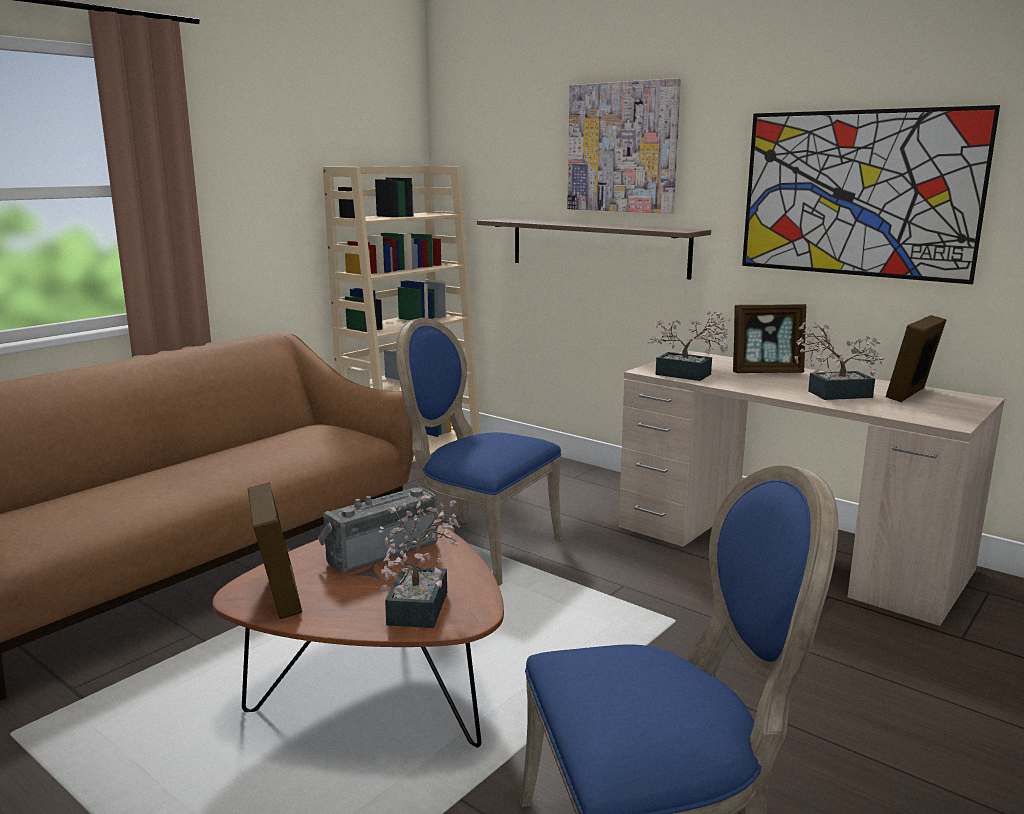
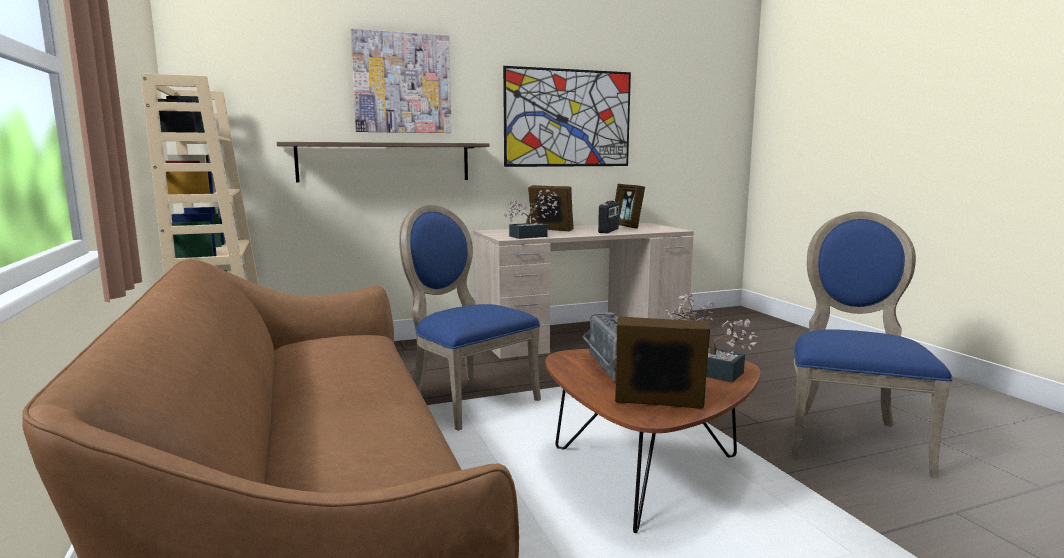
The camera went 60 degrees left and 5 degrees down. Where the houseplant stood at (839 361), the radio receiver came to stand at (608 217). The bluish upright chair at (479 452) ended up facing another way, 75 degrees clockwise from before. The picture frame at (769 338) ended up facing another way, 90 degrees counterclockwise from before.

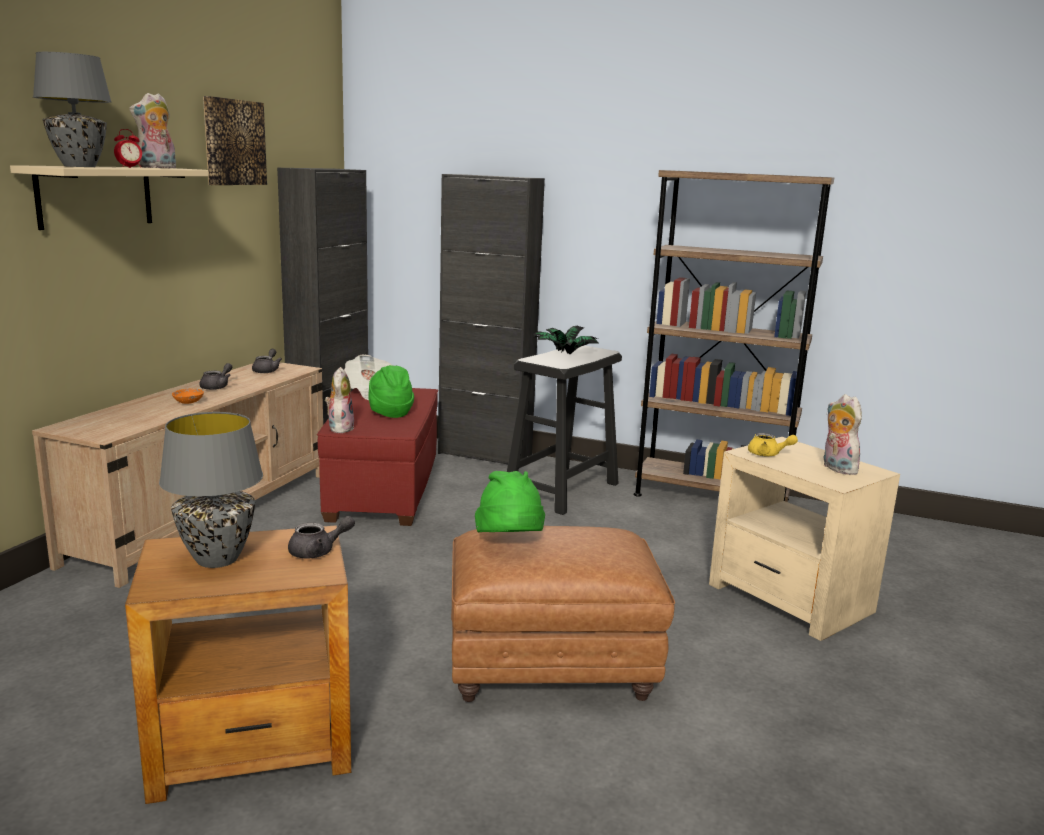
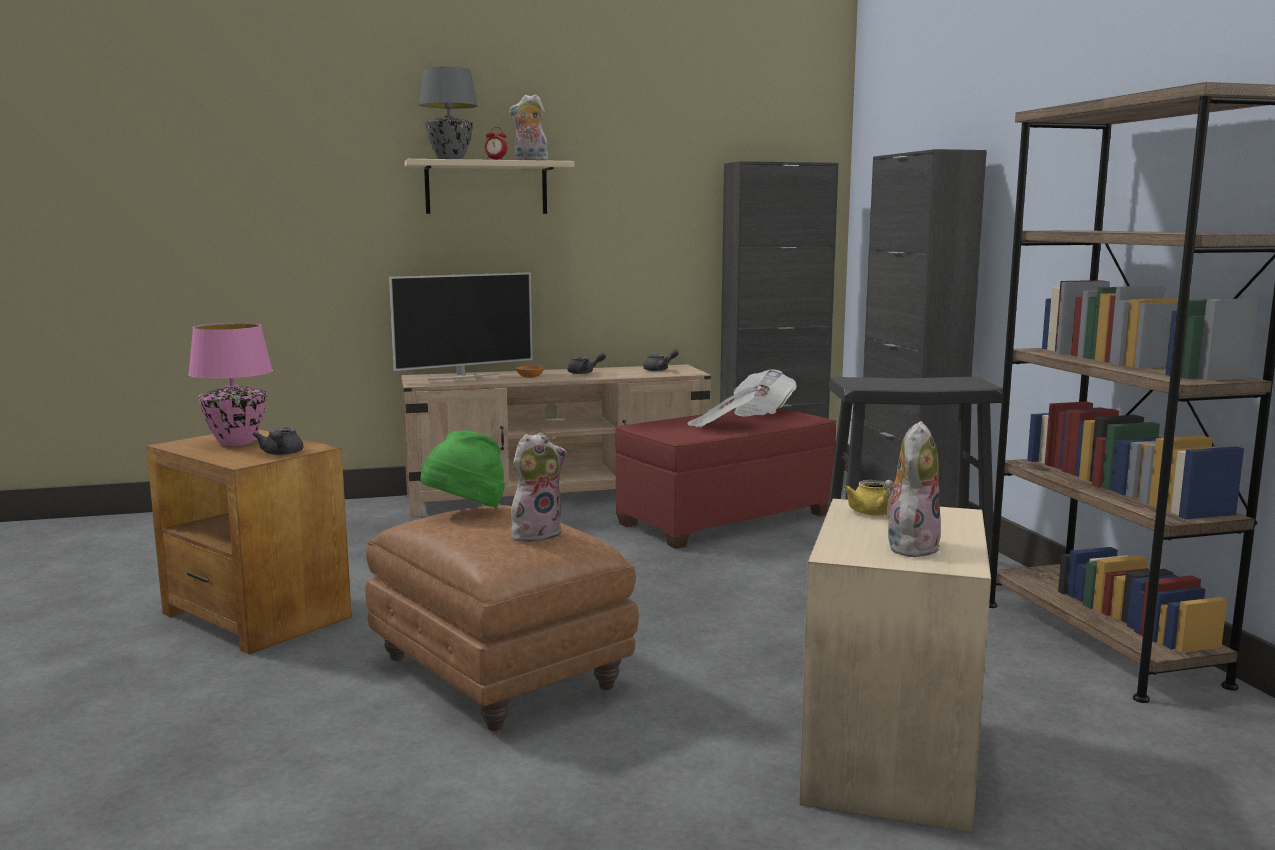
The camera went 55 degrees right and 5 degrees down. The second view lost the wall picture at (235 140). The second view lost the houseplant at (565 340). The second view gained the television at (460 326). The soft toy ended up elsewhere, having gone from (339 400) to (539 487). Where the green hat stood at (391 391), the daily paper came to stand at (724 406). What was the grey lamp for a table at (211 490) turned into the pinkish lamp for a table at (230 384). The grey tea pot at (321 537) ended up facing another way, 45 degrees clockwise from before.

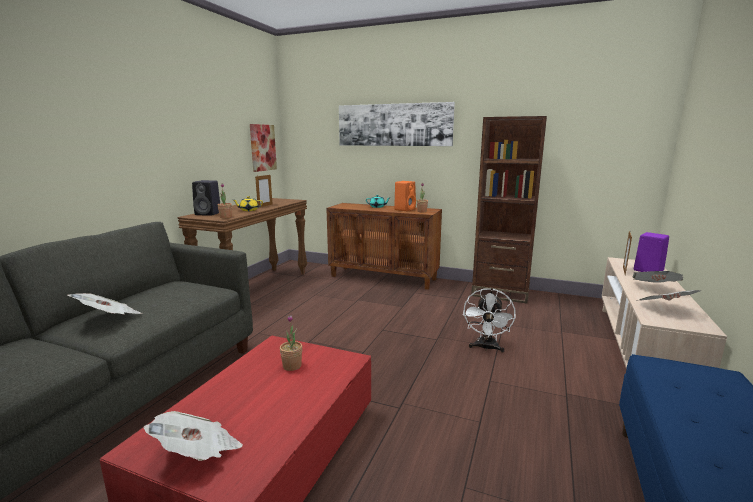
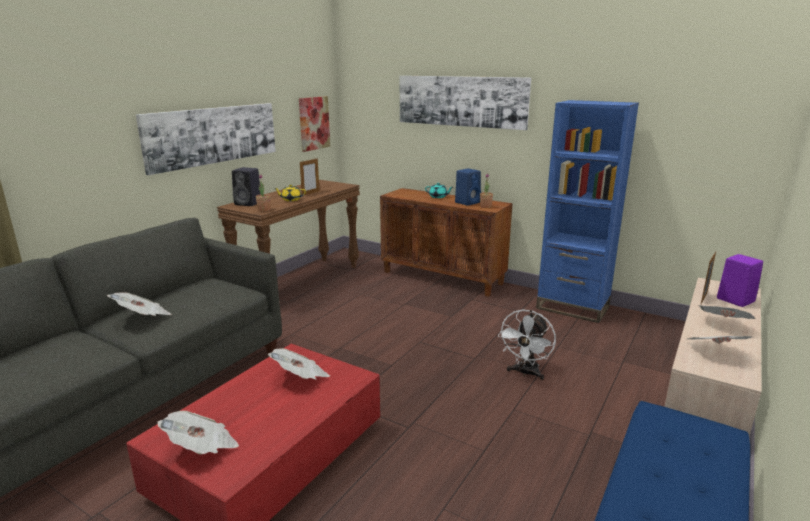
The camera went 10 degrees right and 5 degrees up. The second view gained the wall picture at (206 139). Where the houseplant stood at (291 343), the daily paper came to stand at (299 363). What was the orangey speaker at (405 196) turned into the bluish speaker at (468 187). What was the brown-coloured shelving unit at (509 209) turned into the bluish shelving unit at (587 211).

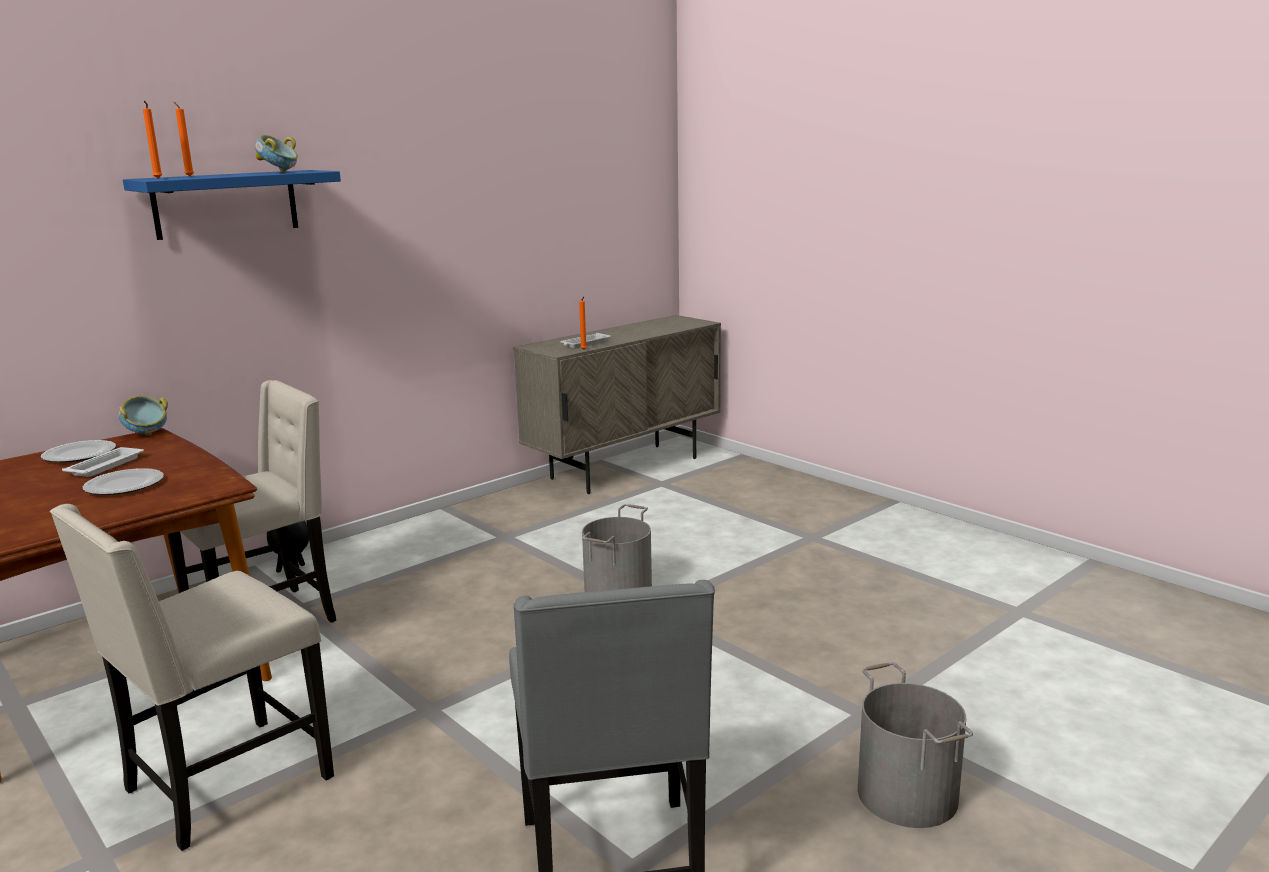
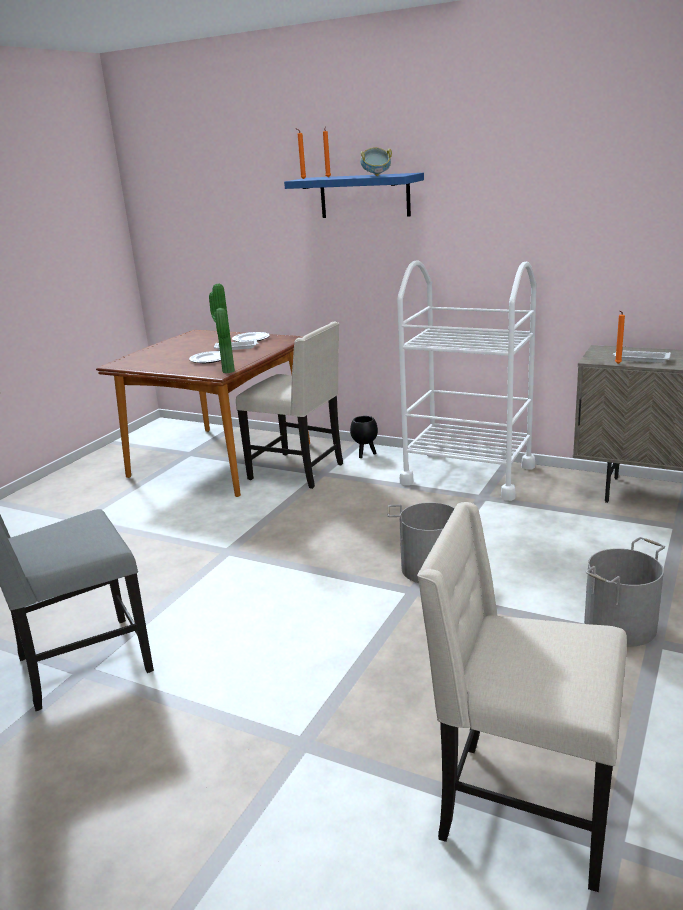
The camera went 70 degrees right and 5 degrees up. The second view lost the bowl at (143 415). The second view gained the houseplant at (222 328). The second view gained the whitish trolley at (467 381). The beige upright chair ended up elsewhere, having gone from (192 677) to (522 697). The grey pail ended up elsewhere, having gone from (915 745) to (624 592).

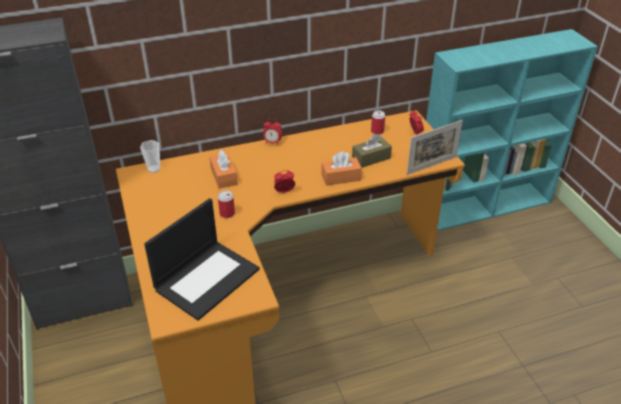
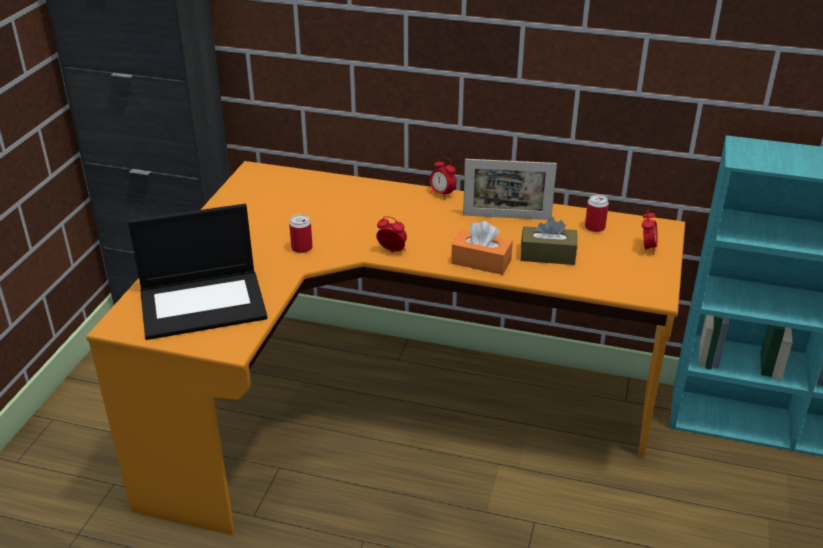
The camera went 35 degrees right and 5 degrees down. The second view lost the small cup at (150 156). The second view lost the orangey tissue holder at (223 169). The picture frame ended up elsewhere, having gone from (435 147) to (510 189).

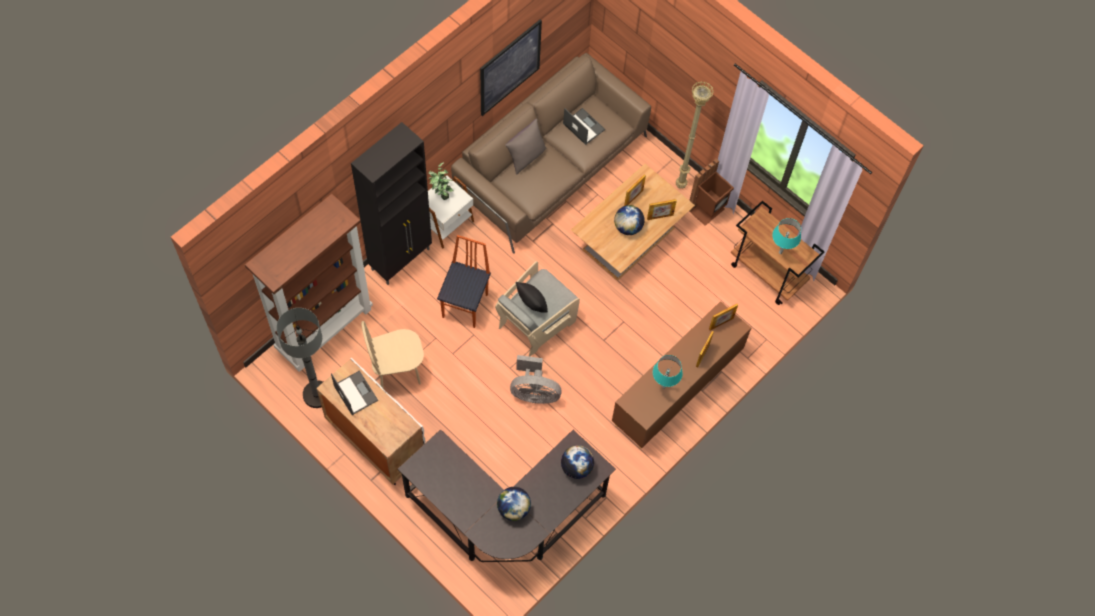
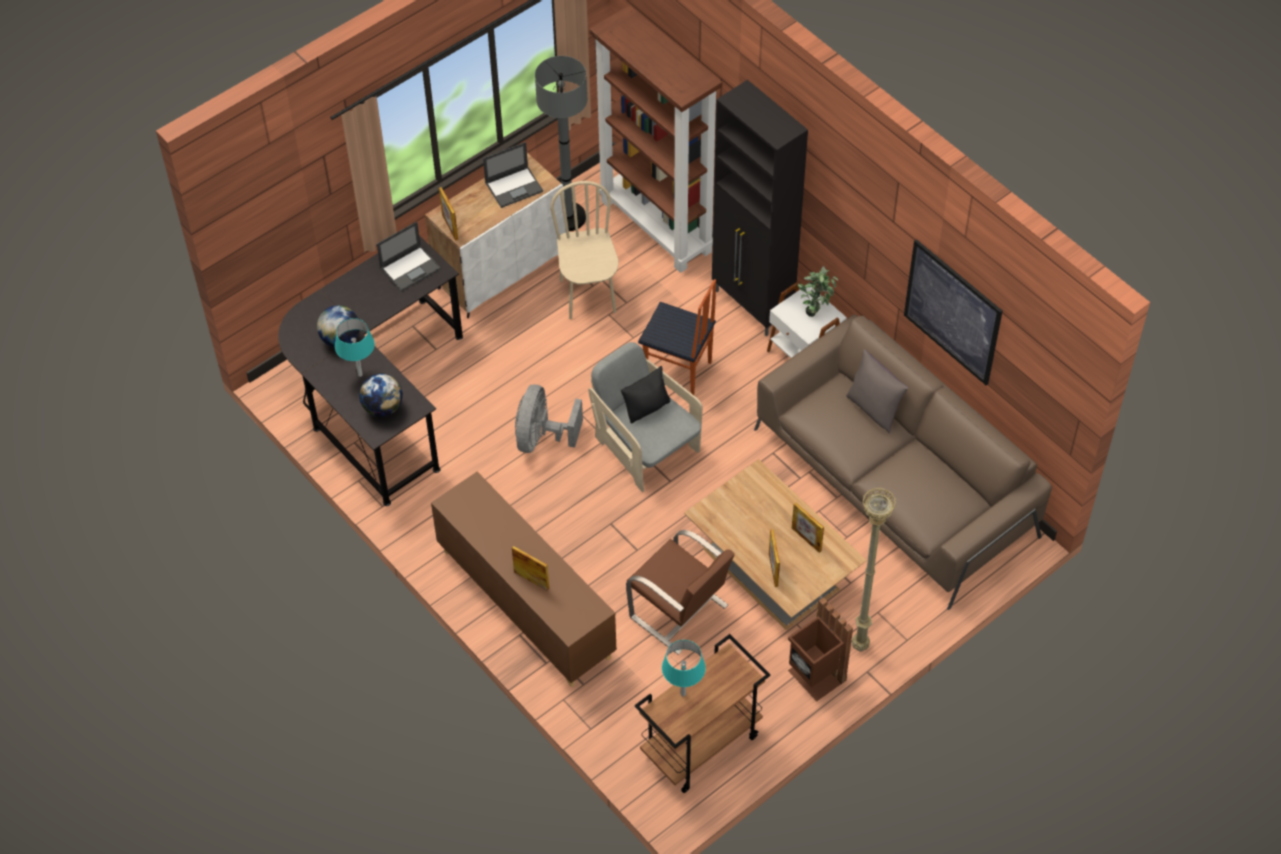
The camera went 100 degrees right and 10 degrees down. The second view lost the globe at (629 220). The second view gained the brown-coloured upright chair at (680 592). The portable computer ended up elsewhere, having gone from (584 126) to (409 256). The blue-green lamp for a table ended up elsewhere, having gone from (668 372) to (355 347). The picture frame ended up elsewhere, having gone from (723 317) to (448 214).

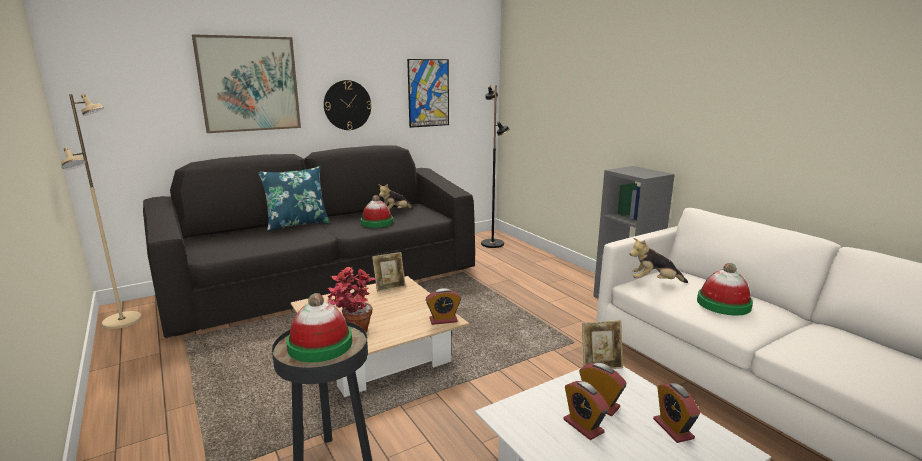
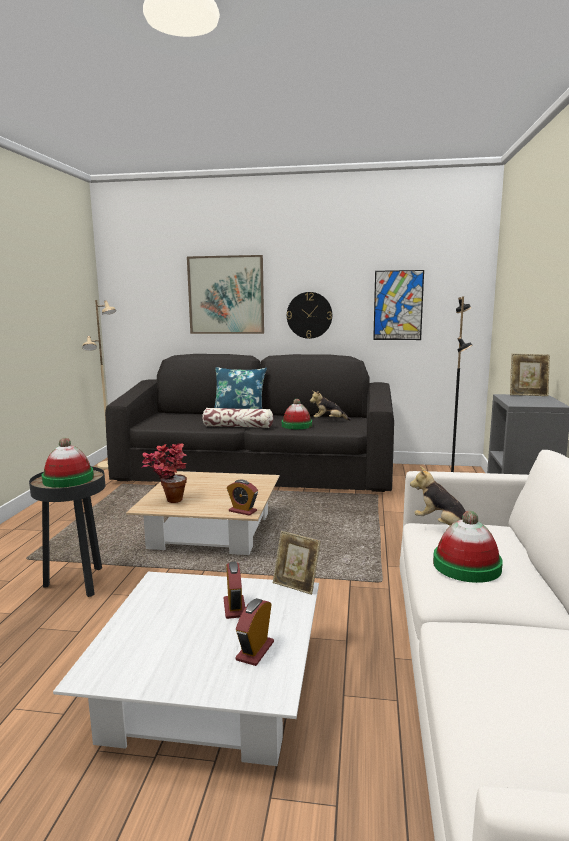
The camera went 40 degrees right and 5 degrees down. The second view lost the alarm clock at (586 410). The second view gained the throw pillow at (237 418). The picture frame ended up elsewhere, having gone from (389 272) to (530 375).

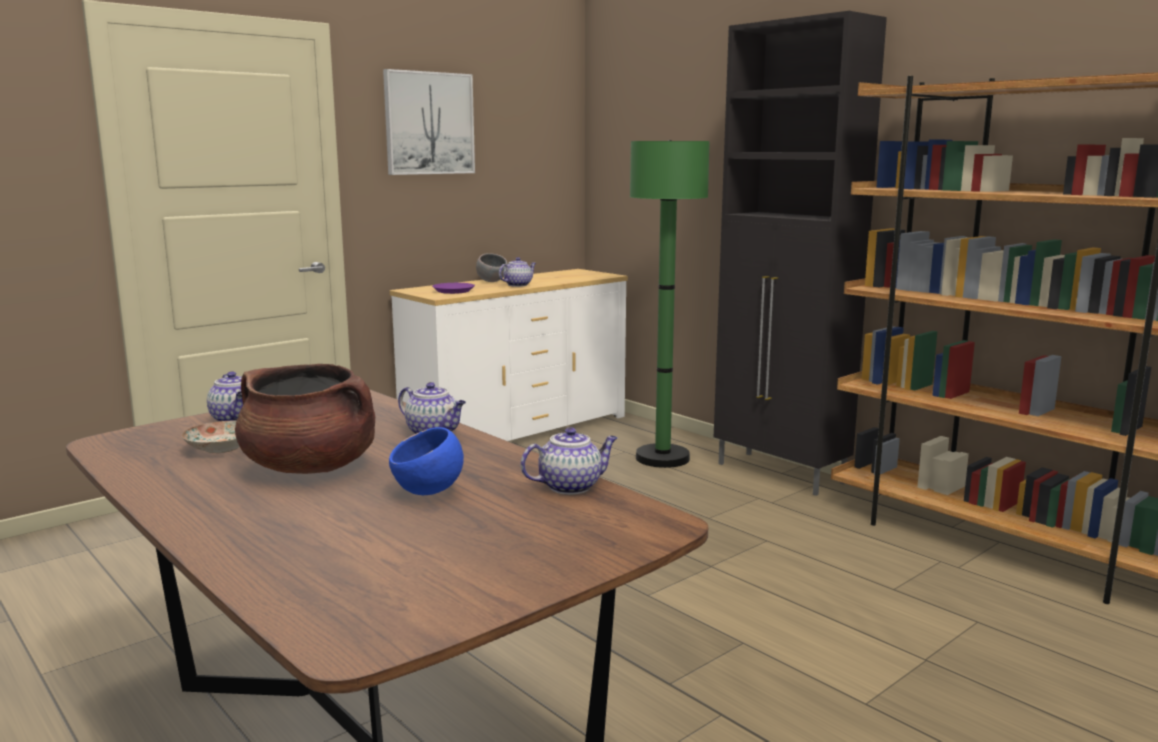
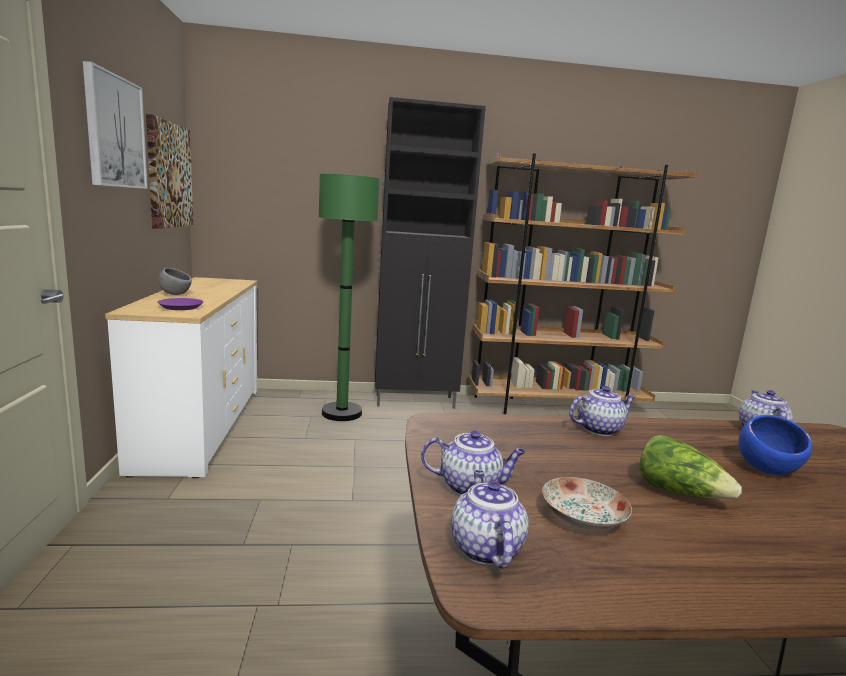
The camera went 55 degrees left and 0 degrees up. The second view gained the wall picture at (169 171). The tea pot ended up elsewhere, having gone from (517 272) to (490 519). Where the brown-coloured cooking pot stood at (305 419), the lettuce head came to stand at (690 467).

